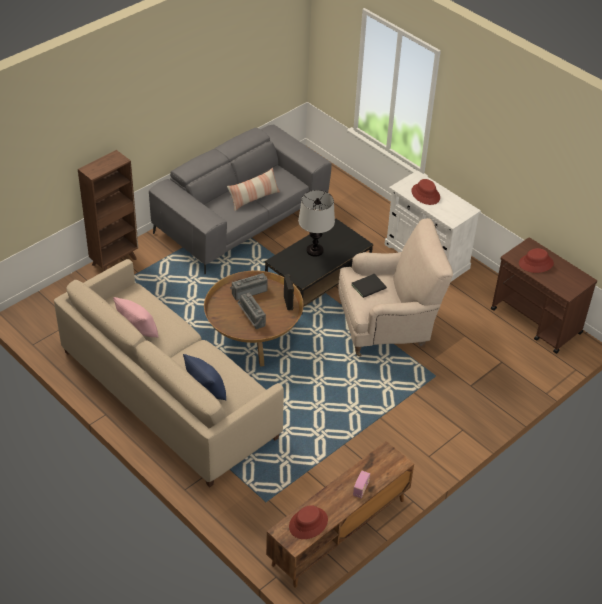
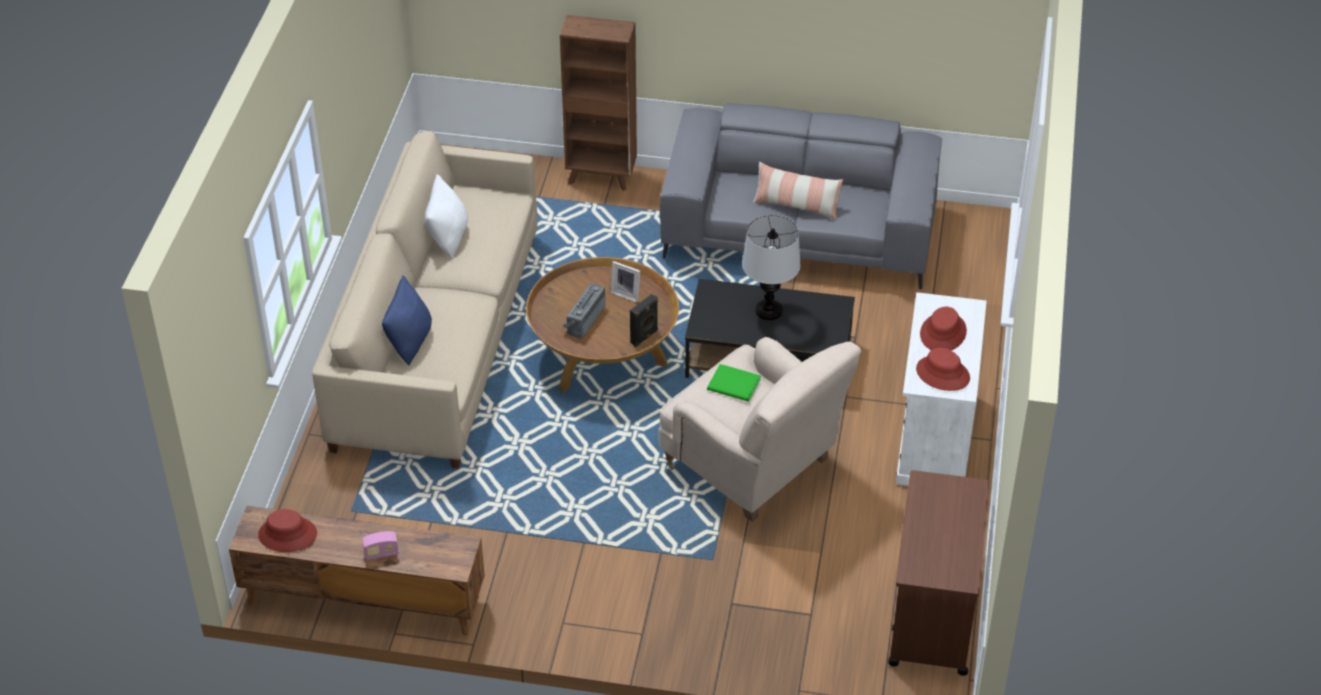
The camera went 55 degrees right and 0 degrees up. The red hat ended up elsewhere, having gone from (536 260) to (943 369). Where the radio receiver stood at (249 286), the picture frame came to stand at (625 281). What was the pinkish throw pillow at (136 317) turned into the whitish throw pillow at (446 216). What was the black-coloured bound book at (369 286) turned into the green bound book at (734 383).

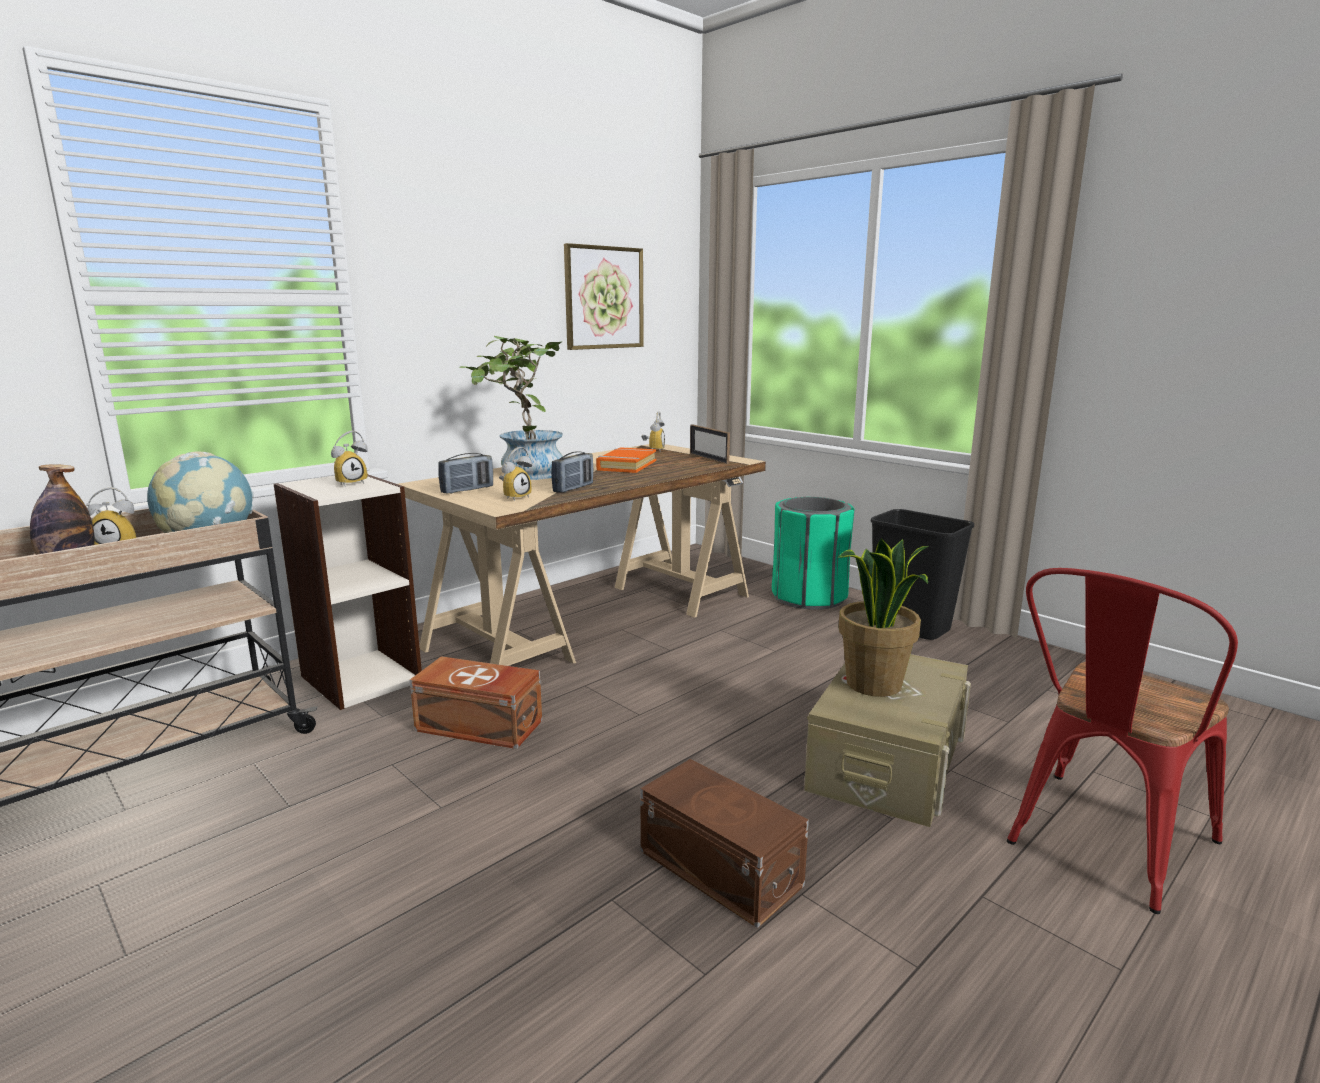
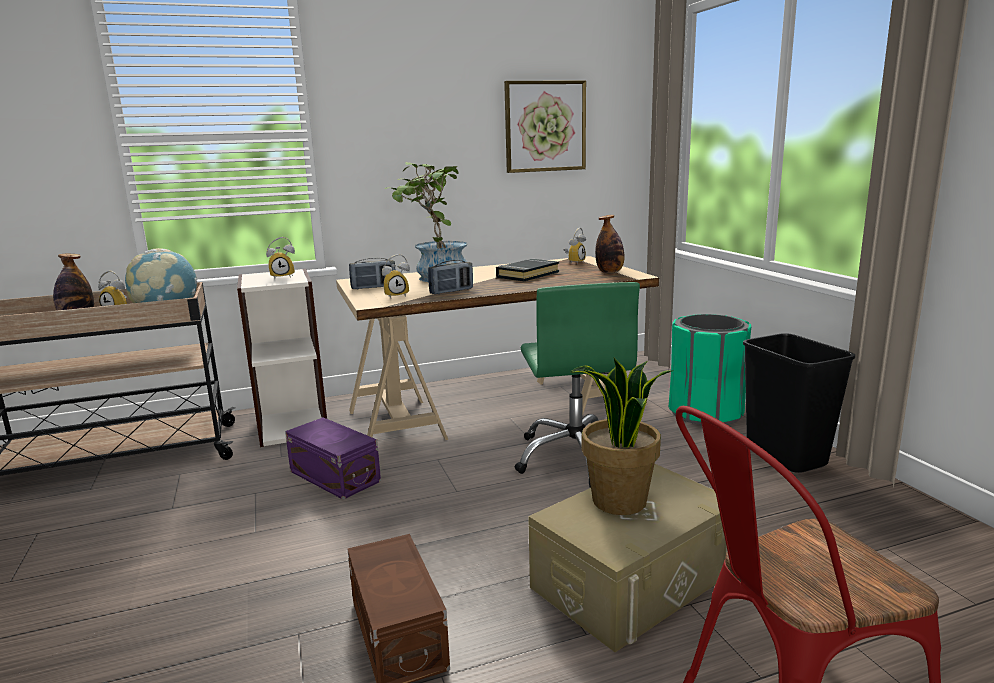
The camera went 25 degrees right and 0 degrees up. The second view gained the green computer chair at (577 385). Where the picture frame stood at (710 444), the bottle came to stand at (609 244). What was the brown-coloured storage box at (475 702) turned into the purple storage box at (333 458). What was the orangey bound book at (626 460) turned into the black-coloured bound book at (527 270).

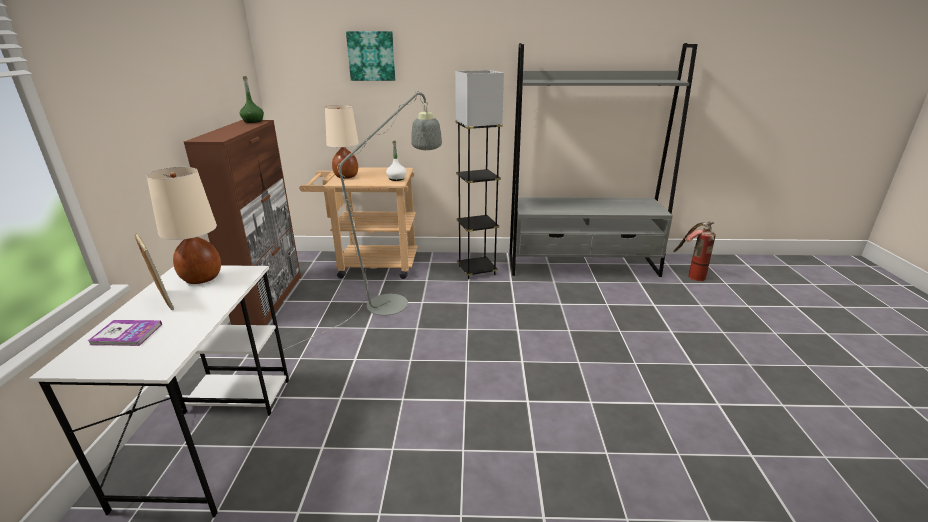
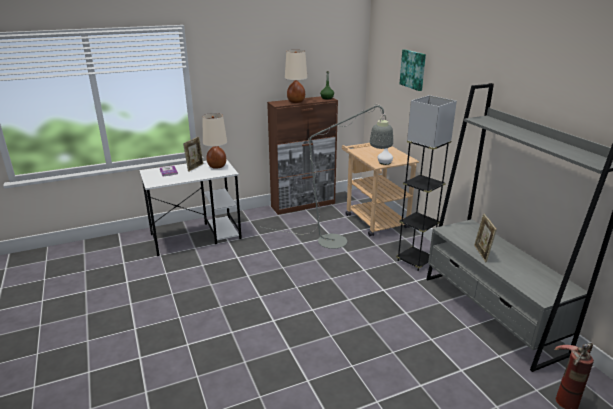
The camera went 65 degrees right and 0 degrees up. The second view gained the picture frame at (485 237). The beige lamp for a table ended up elsewhere, having gone from (342 142) to (296 76).

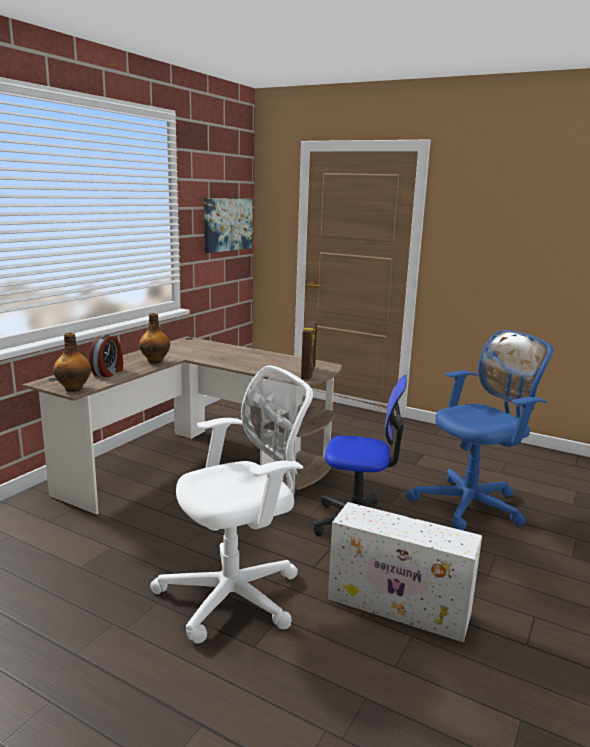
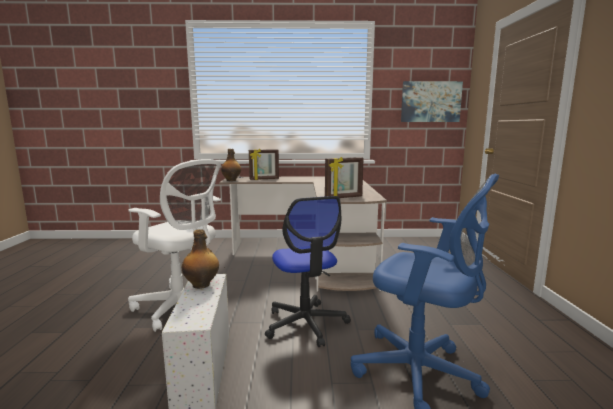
The camera went 60 degrees right and 5 degrees down. The bottle ended up elsewhere, having gone from (154 338) to (200 259). Where the alarm clock stood at (106 355), the picture frame came to stand at (264 164).

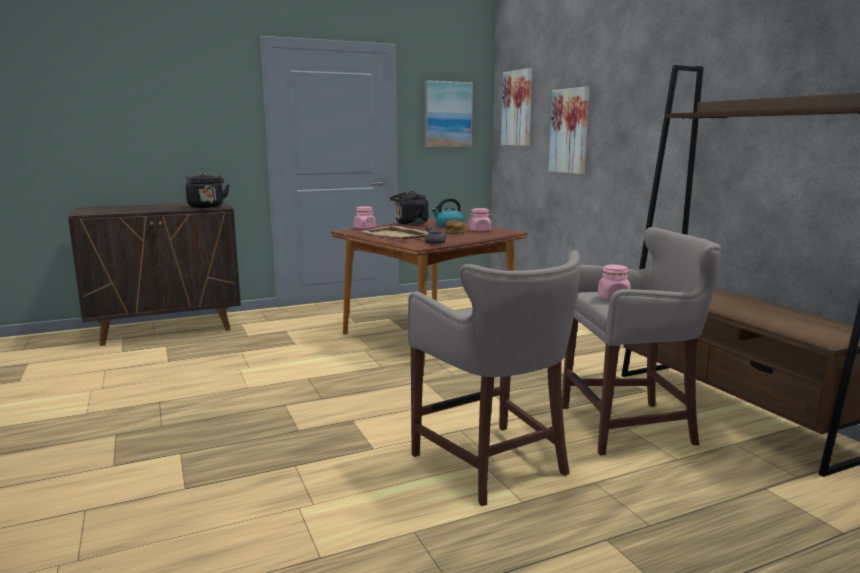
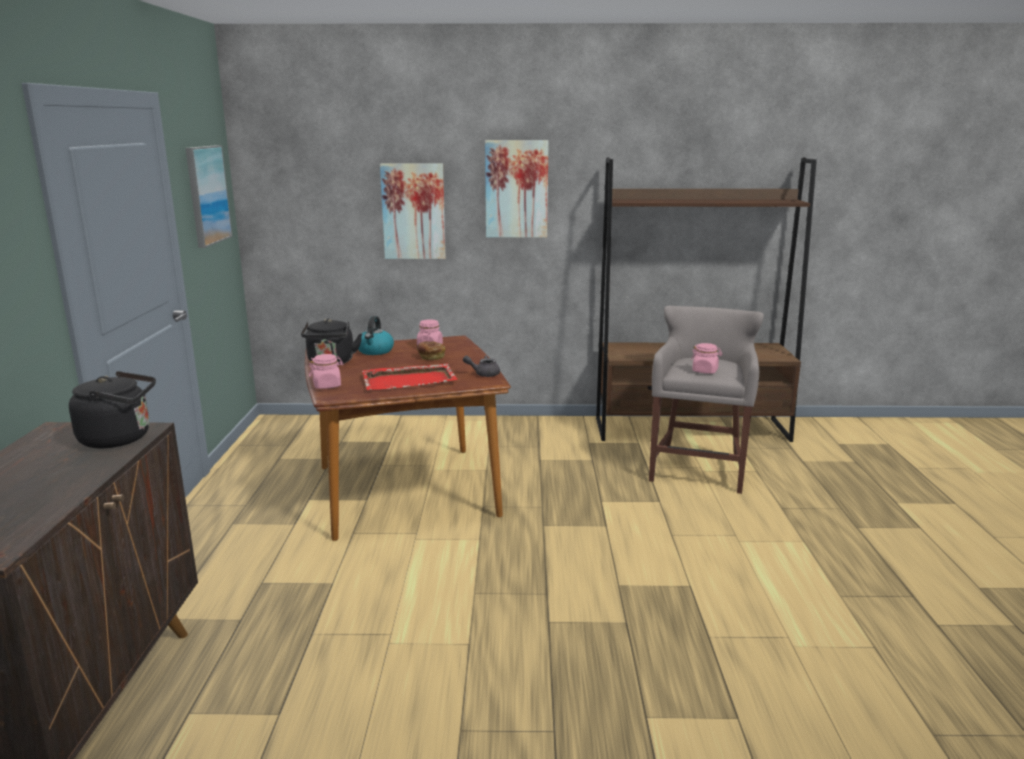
The camera went 65 degrees left and 5 degrees up. The second view lost the grey stool seat at (494 378). The wall picture ended up elsewhere, having gone from (516 107) to (517 189). What was the beige carrying tray at (395 232) turned into the red carrying tray at (410 377).

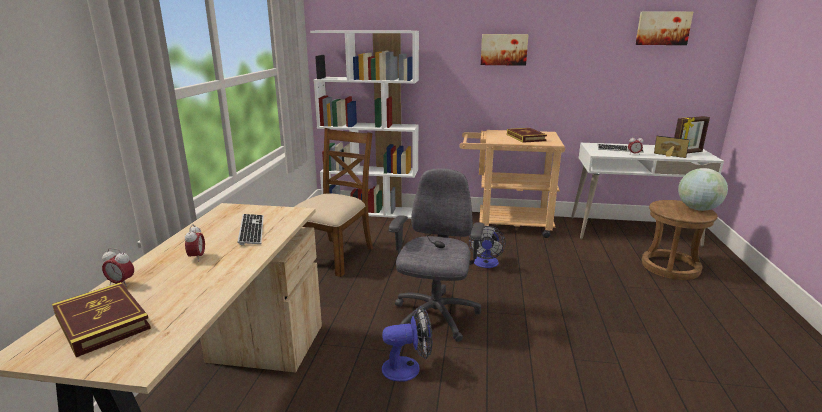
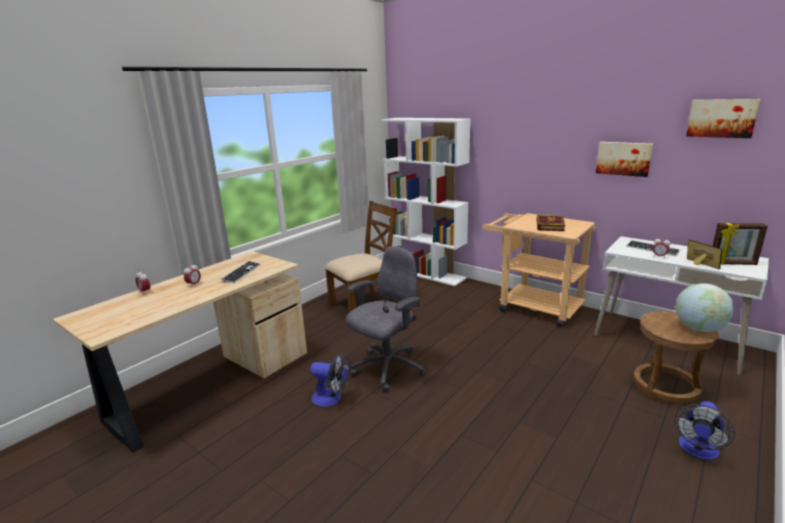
The camera went 30 degrees right and 0 degrees up. The second view lost the bound book at (101 319). The fan ended up elsewhere, having gone from (487 247) to (704 430). The wall picture ended up elsewhere, having gone from (505 50) to (624 159).

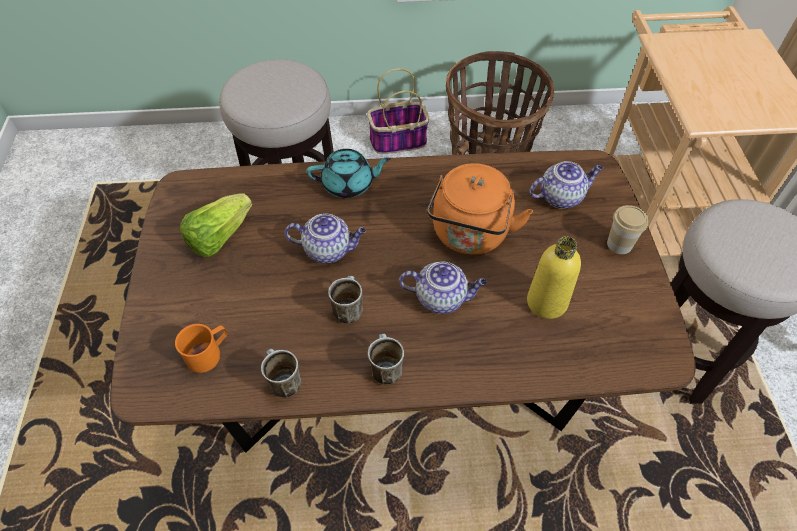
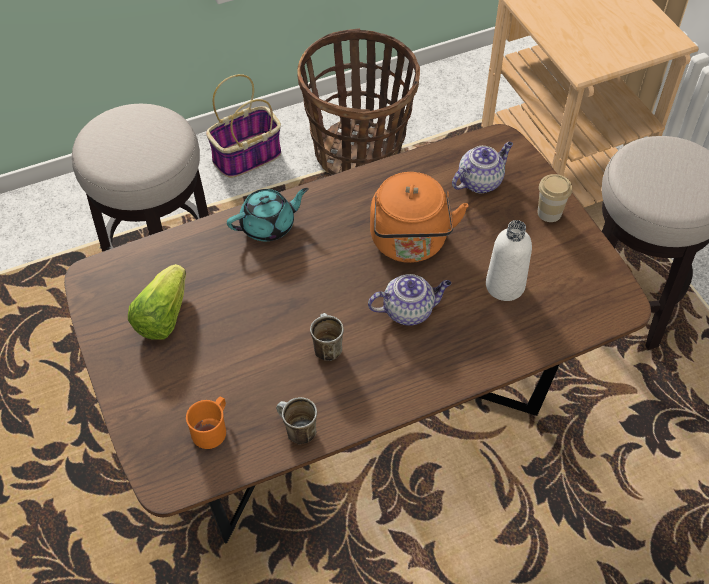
The camera went 20 degrees left and 0 degrees up. The second view lost the tea pot at (325 238). The second view lost the tea mug at (386 359). What was the yellowish bottle at (554 277) turned into the whitish bottle at (509 260).

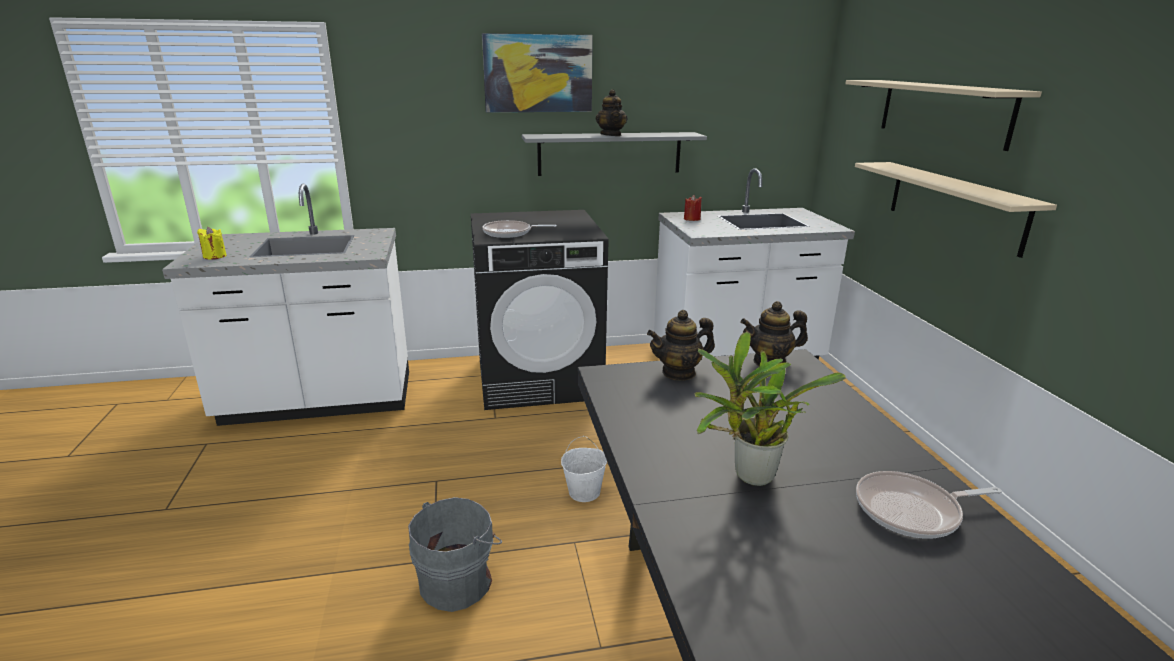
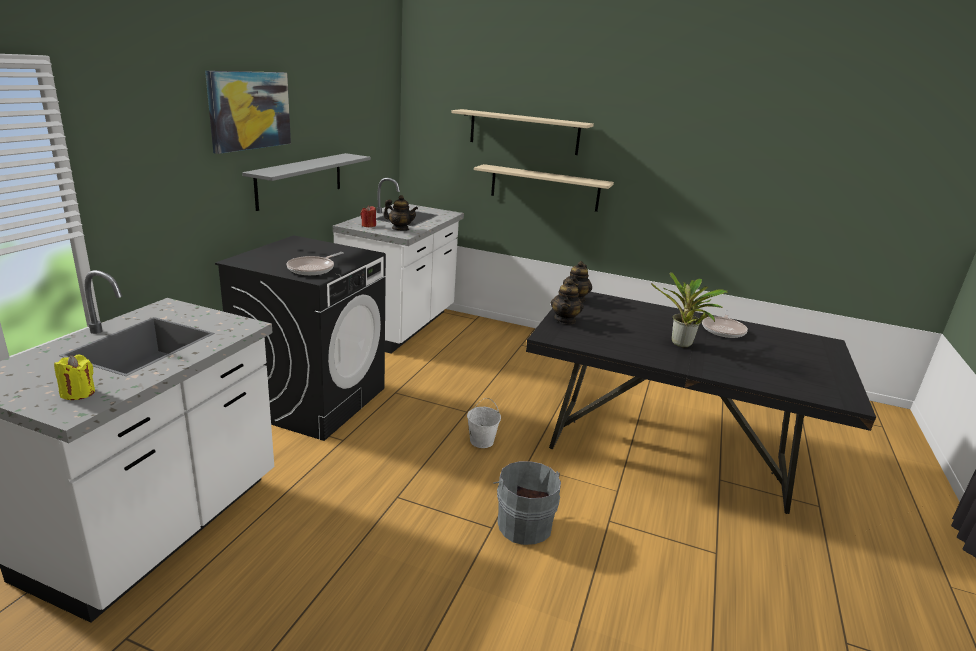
The camera went 60 degrees left and 0 degrees up. The tea pot ended up elsewhere, having gone from (611 112) to (400 213).

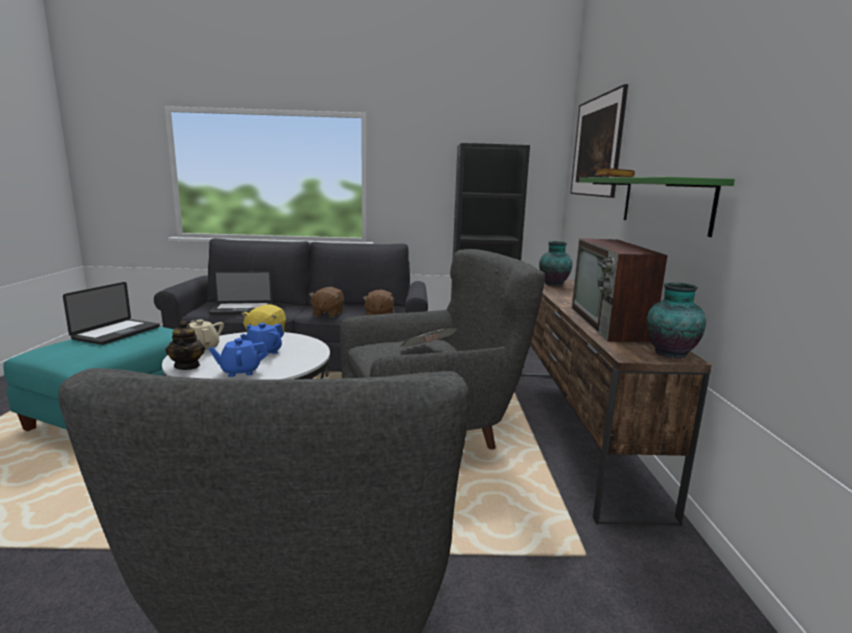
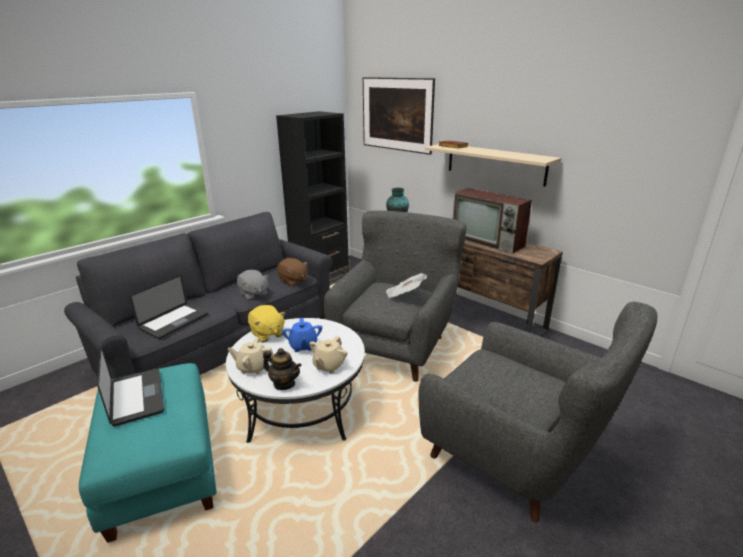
The camera went 45 degrees left and 10 degrees up. The second view lost the vase at (676 320). What was the bluish tea pot at (238 357) turned into the beige tea pot at (328 354). What was the brown-coloured soft toy at (326 302) turned into the grey soft toy at (253 285). What was the green shelf at (657 207) turned into the beige shelf at (493 165).

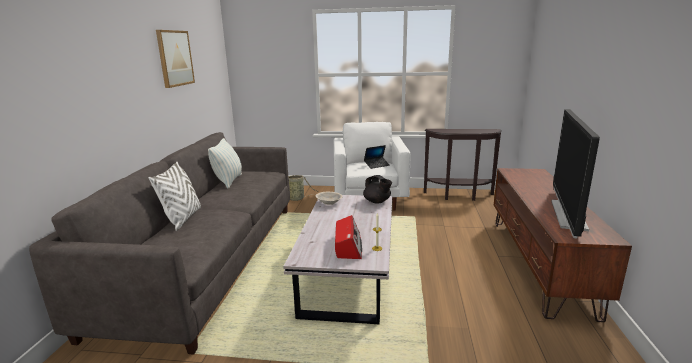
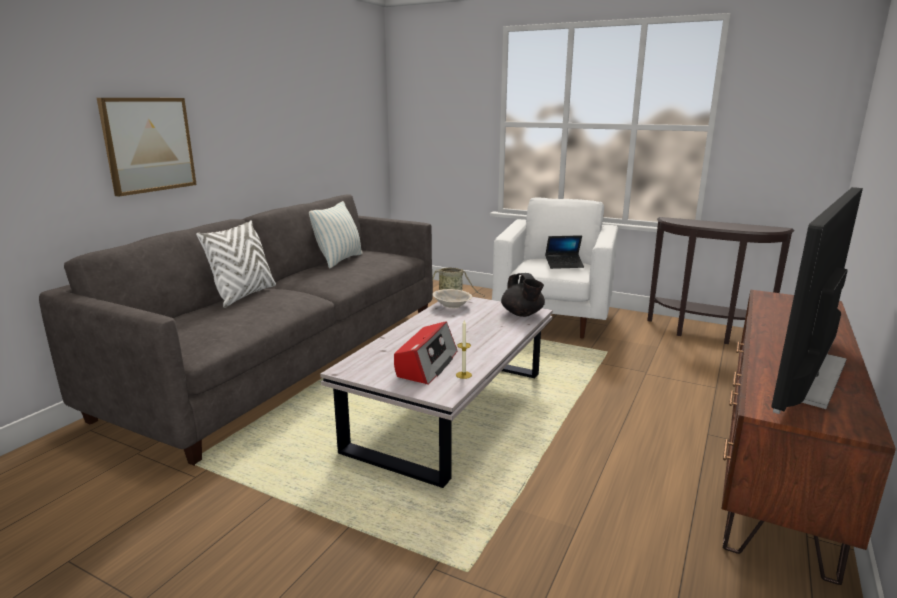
The camera went 20 degrees right and 0 degrees up. The wall picture ended up elsewhere, having gone from (175 59) to (147 147).

